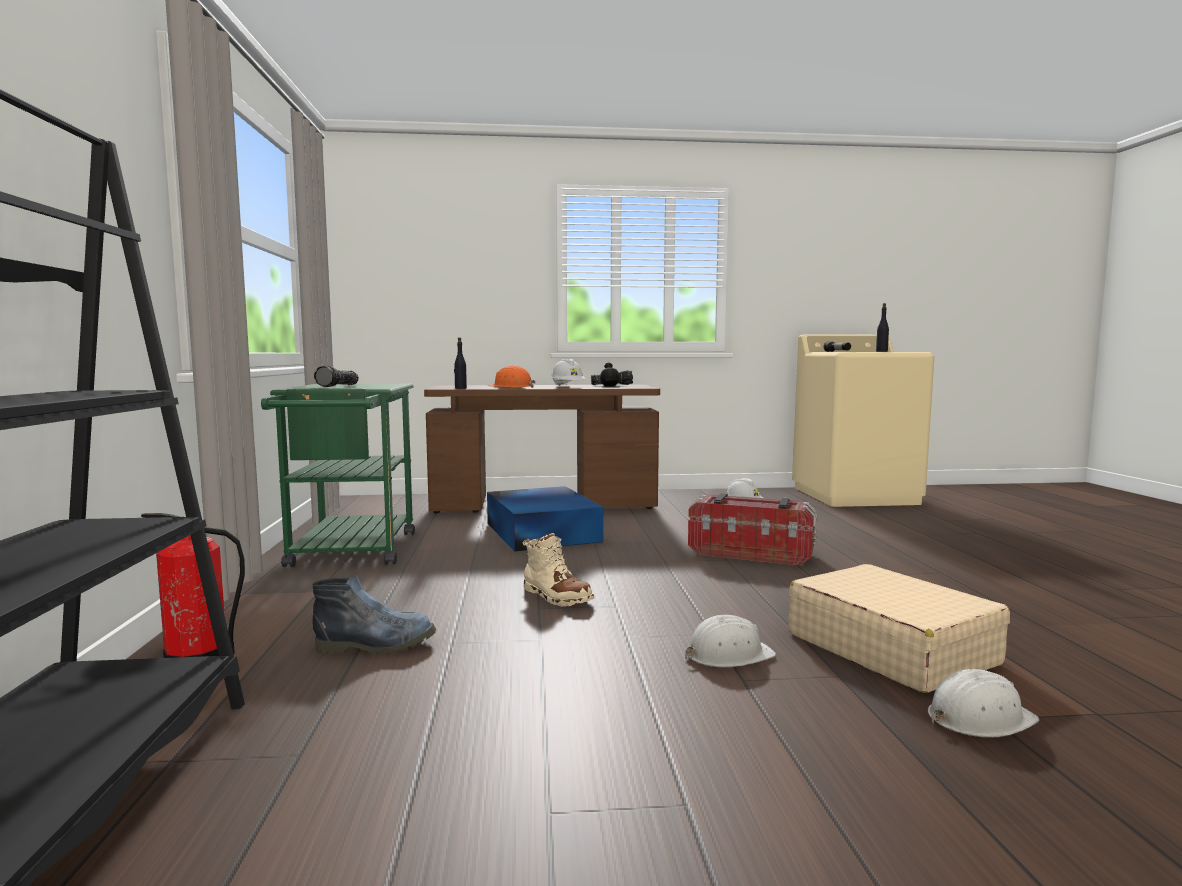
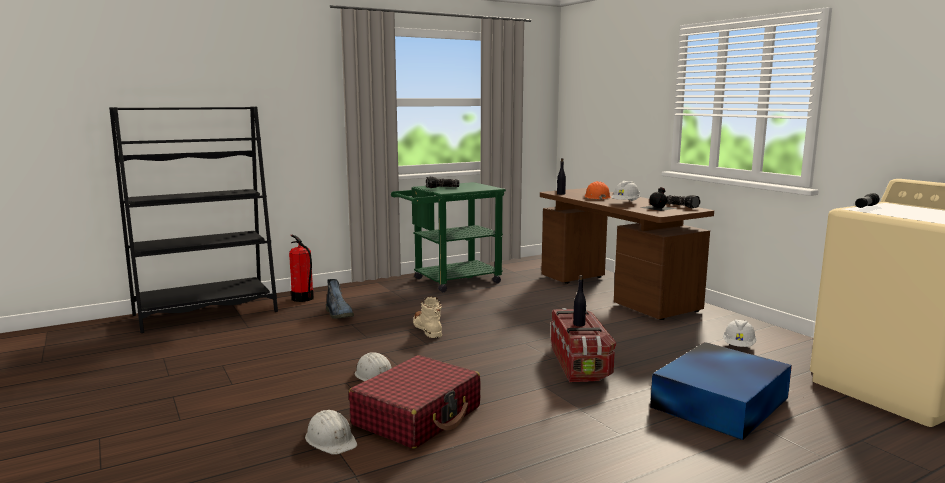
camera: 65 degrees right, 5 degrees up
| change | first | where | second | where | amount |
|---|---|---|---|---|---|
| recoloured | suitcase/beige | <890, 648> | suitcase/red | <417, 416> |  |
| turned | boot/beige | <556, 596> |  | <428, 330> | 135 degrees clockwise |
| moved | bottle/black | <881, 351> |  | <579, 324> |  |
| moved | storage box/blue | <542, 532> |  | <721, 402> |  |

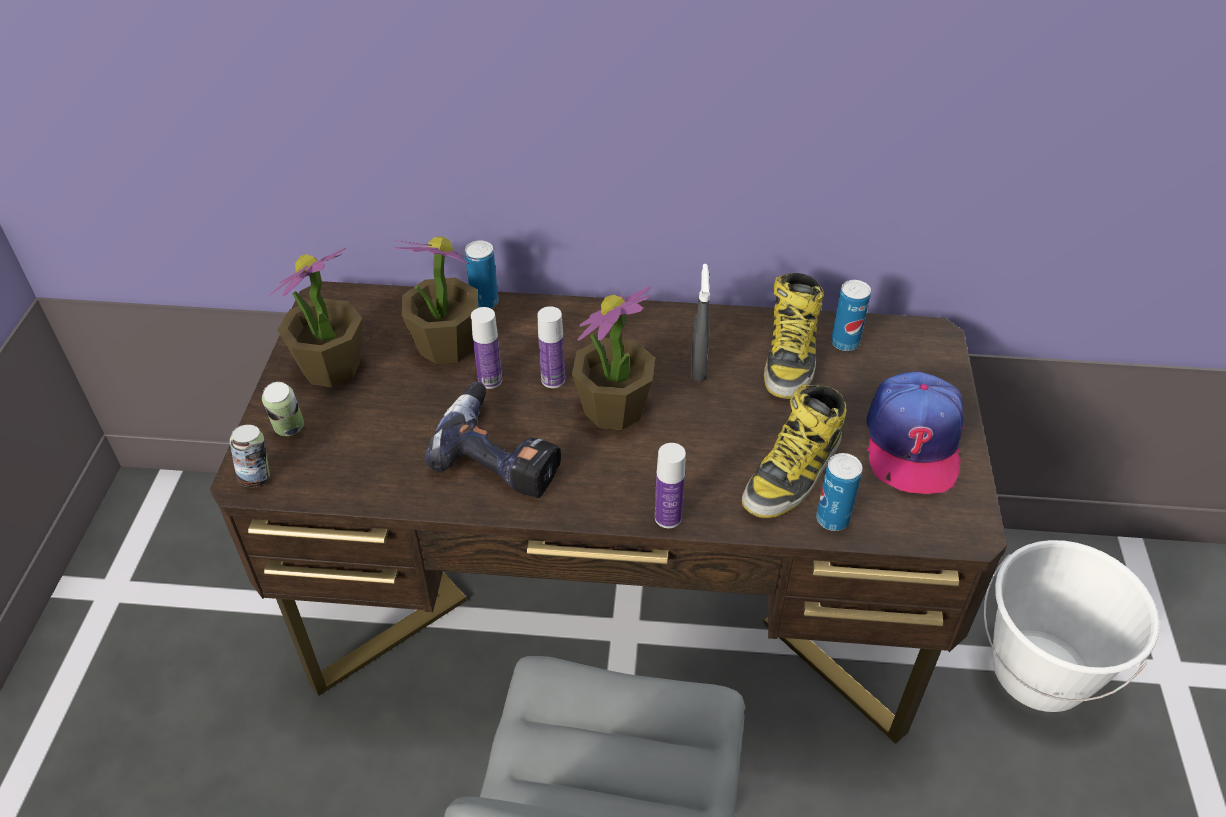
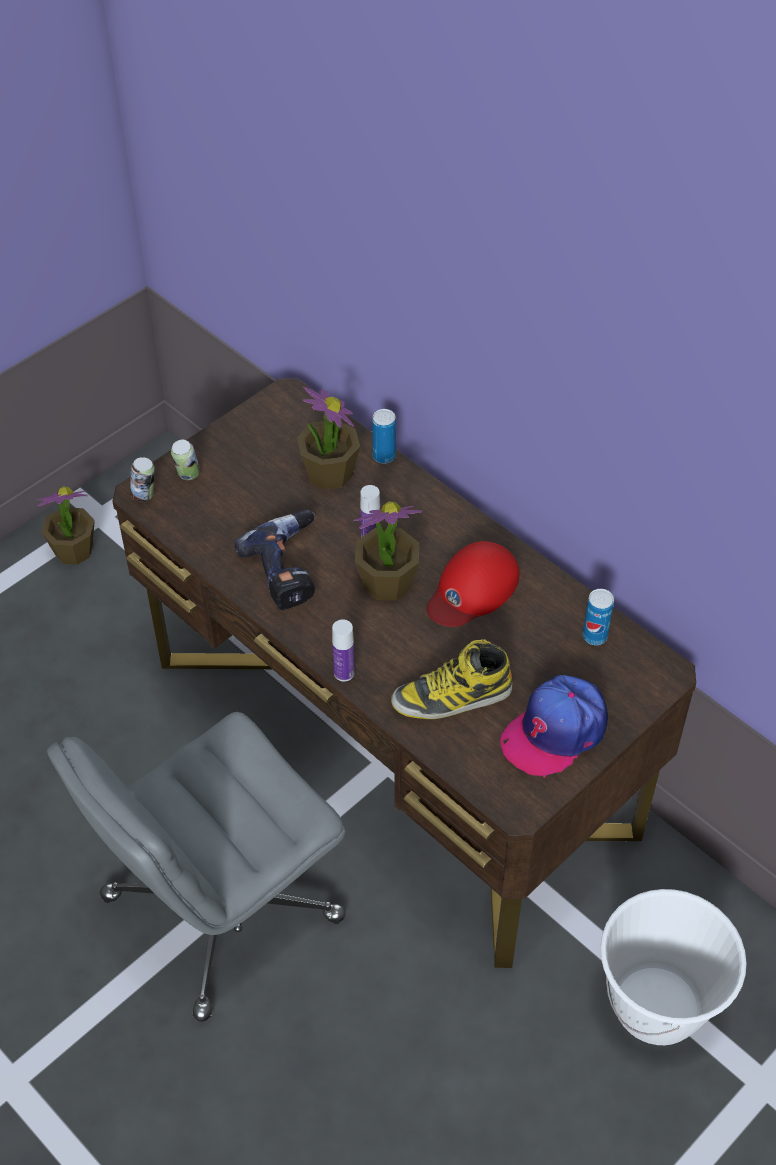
camera: 40 degrees right, 5 degrees up
| change | first | where | second | where | amount |
|---|---|---|---|---|---|
| moved | potted plant | <330, 367> |  | <73, 551> |  |
| replaced | spray bottle/grey | <698, 367> | cap/red | <472, 589> |  |
| removed | bottle | <490, 380> |  |  |  |
| removed | boot | <790, 355> |  |  |  |
| removed | can | <832, 519> |  |  |  |

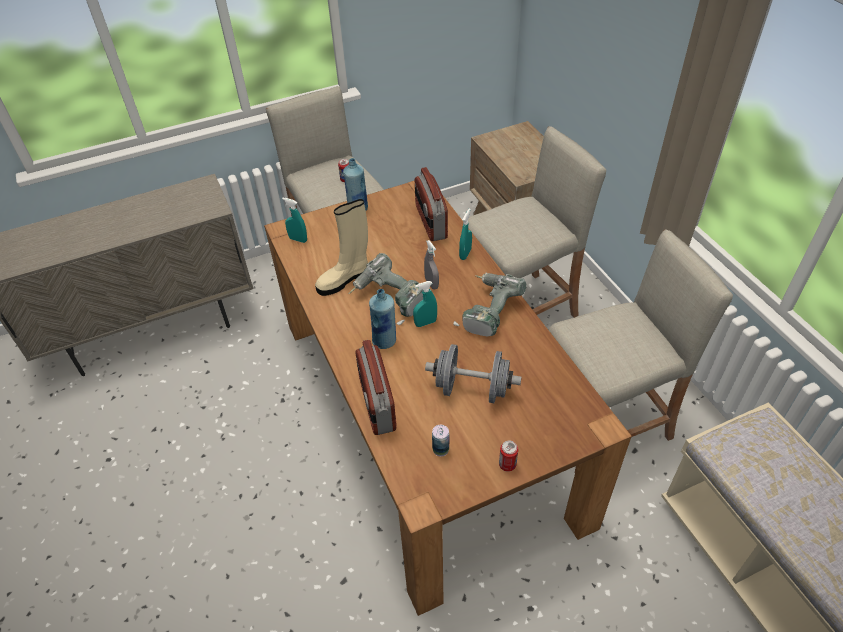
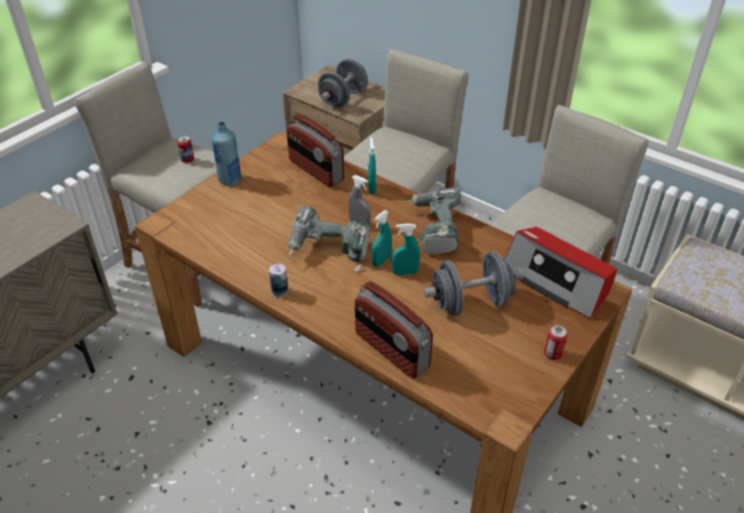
camera: 30 degrees left, 5 degrees down
| change | first | where | second | where | amount |
|---|---|---|---|---|---|
| moved | can | <440, 449> |  | <280, 292> |  |
| added |  |  | dumbbell/grey | <343, 99> |  |
| moved | spray bottle/turquoise | <298, 239> |  | <405, 272> |  |
| added |  |  | radio | <557, 281> |  |
| removed | boot/beige | <344, 280> |  |  |  |
| removed | bottle/blue | <384, 341> |  |  |  |

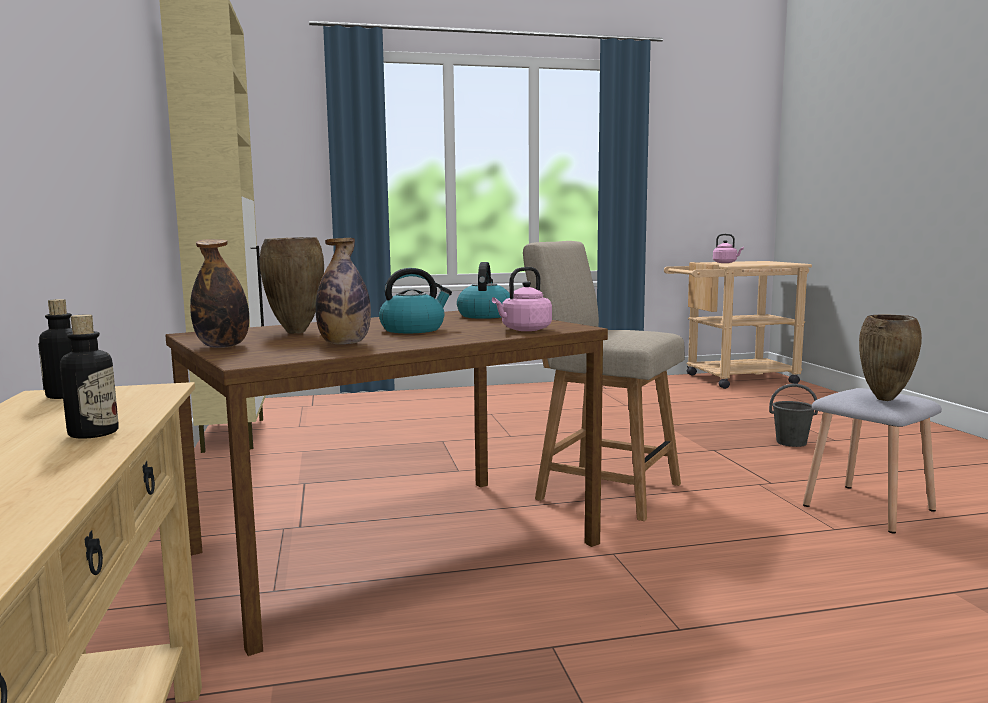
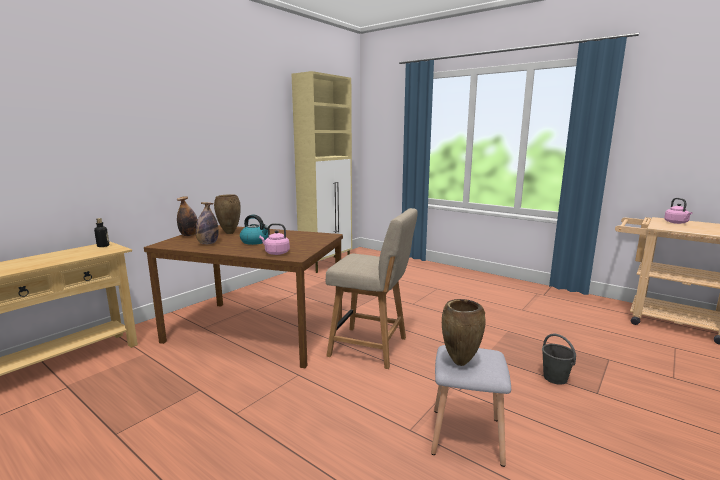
camera: 50 degrees right, 5 degrees up
| change | first | where | second | where | amount |
|---|---|---|---|---|---|
| turned | chair/beige | <602, 490> |  | <372, 347> | 120 degrees clockwise |
| removed | bottle | <93, 433> |  |  |  |
| removed | kettle | <484, 315> |  |  |  |

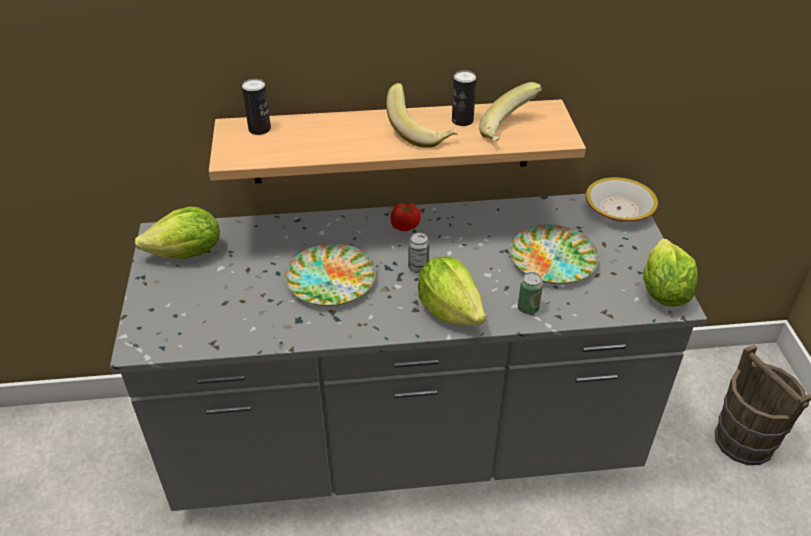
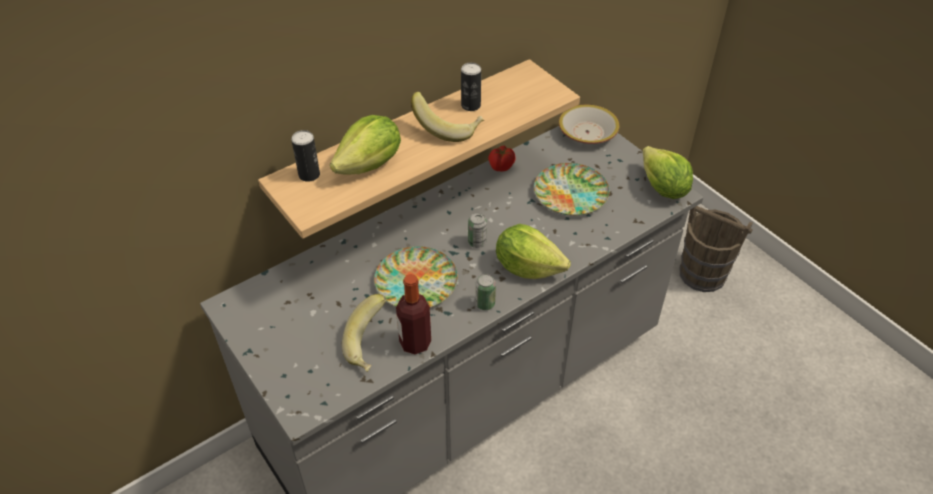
camera: 30 degrees left, 5 degrees up
| change | first | where | second | where | amount |
|---|---|---|---|---|---|
| moved | lettuce | <187, 254> |  | <370, 165> |  |
| moved | banana | <509, 131> |  | <370, 345> |  |
| added |  |  | bottle | <415, 343> |  |
| moved | can | <528, 308> |  | <485, 304> |  |
| moved | tomato | <405, 226> |  | <501, 166> |  |

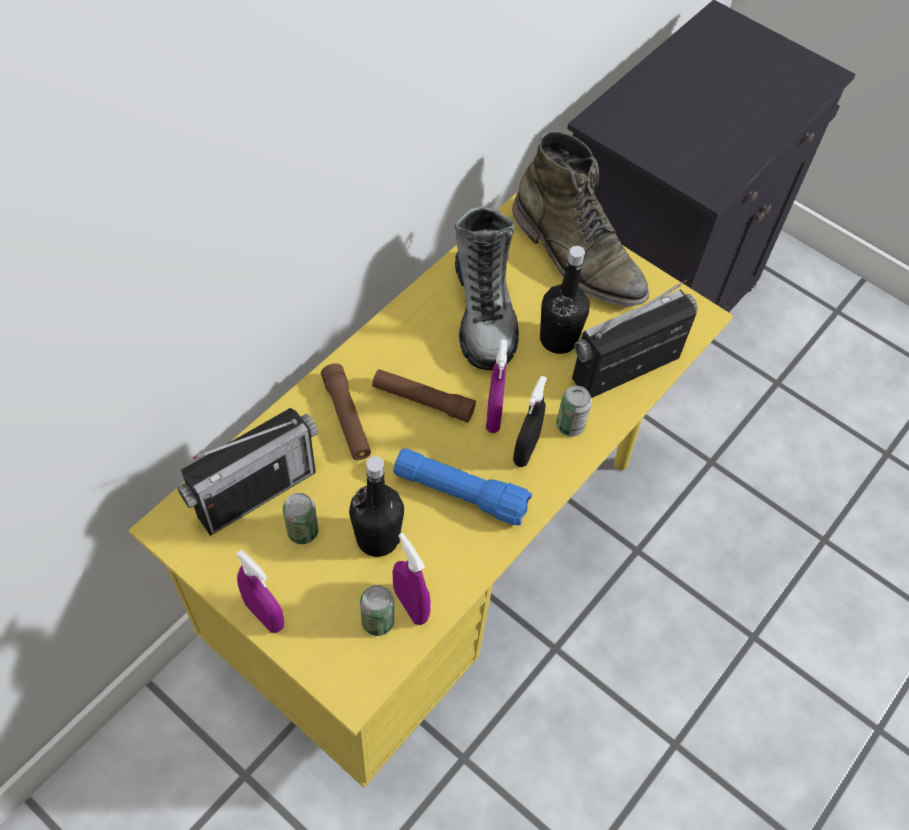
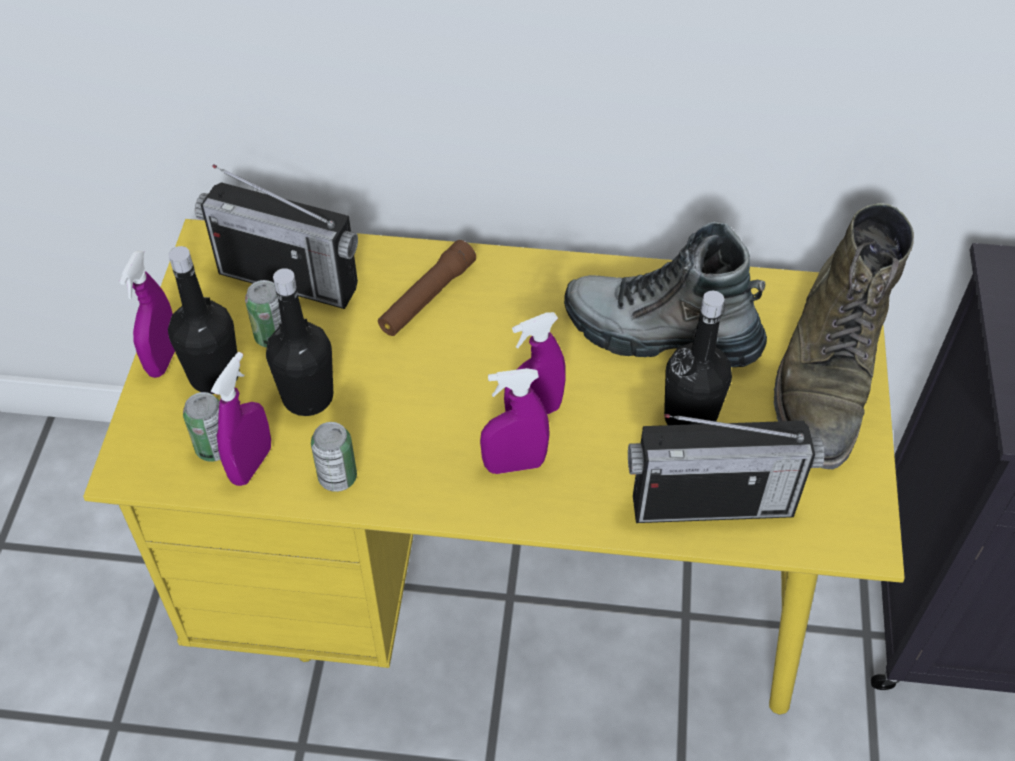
camera: 60 degrees right, 5 degrees down
| change | first | where | second | where | amount |
|---|---|---|---|---|---|
| added |  |  | bottle/black | <214, 375> |  |
| moved | can | <570, 426> |  | <337, 477> |  |
| recoloured | spray bottle/black | <525, 450> | spray bottle/purple | <514, 465> |  |
| turned | boot | <483, 313> |  | <660, 334> | 60 degrees clockwise |
| turned | radio | <626, 368> |  | <712, 503> | 150 degrees clockwise |
| removed | flashlight/brown | <422, 400> |  |  |  |
| removed | flashlight/blue | <460, 493> |  |  |  |

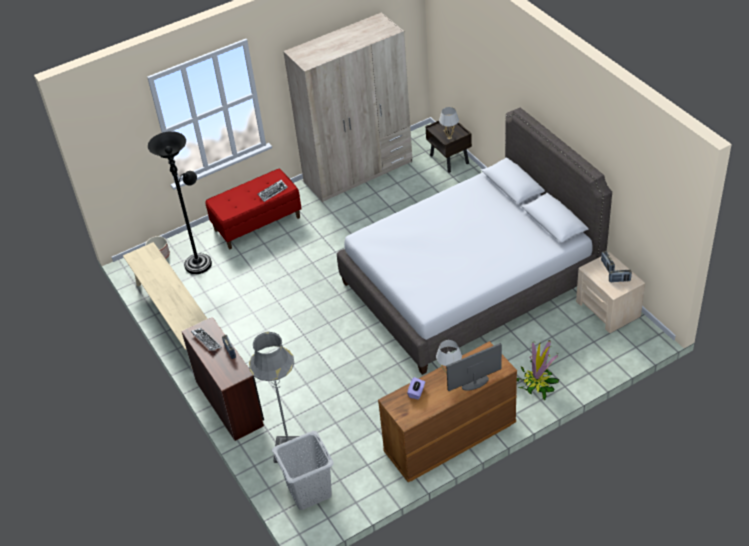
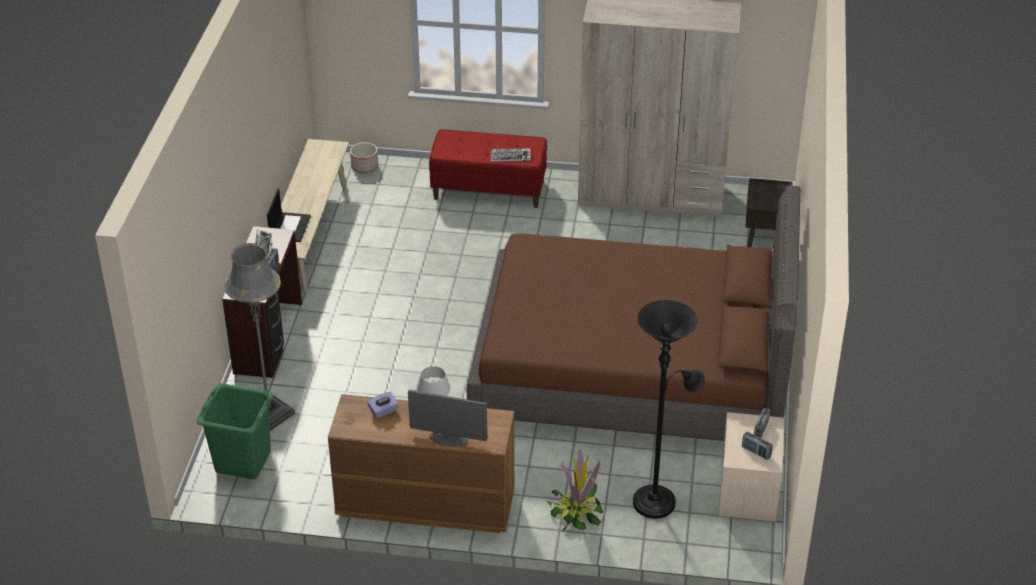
camera: 35 degrees right, 5 degrees down
| change | first | where | second | where | amount |
|---|---|---|---|---|---|
| recoloured | laundry basket/grey | <310, 491> | laundry basket/green | <243, 461> |  |
| added |  |  | laptop | <289, 227> |  |
| recoloured | bed/grey | <470, 282> | bed/brown | <631, 372> |  |
| moved | floor lamp/black | <199, 262> |  | <658, 500> |  |
| removed | table lamp/white | <449, 138> |  |  |  |

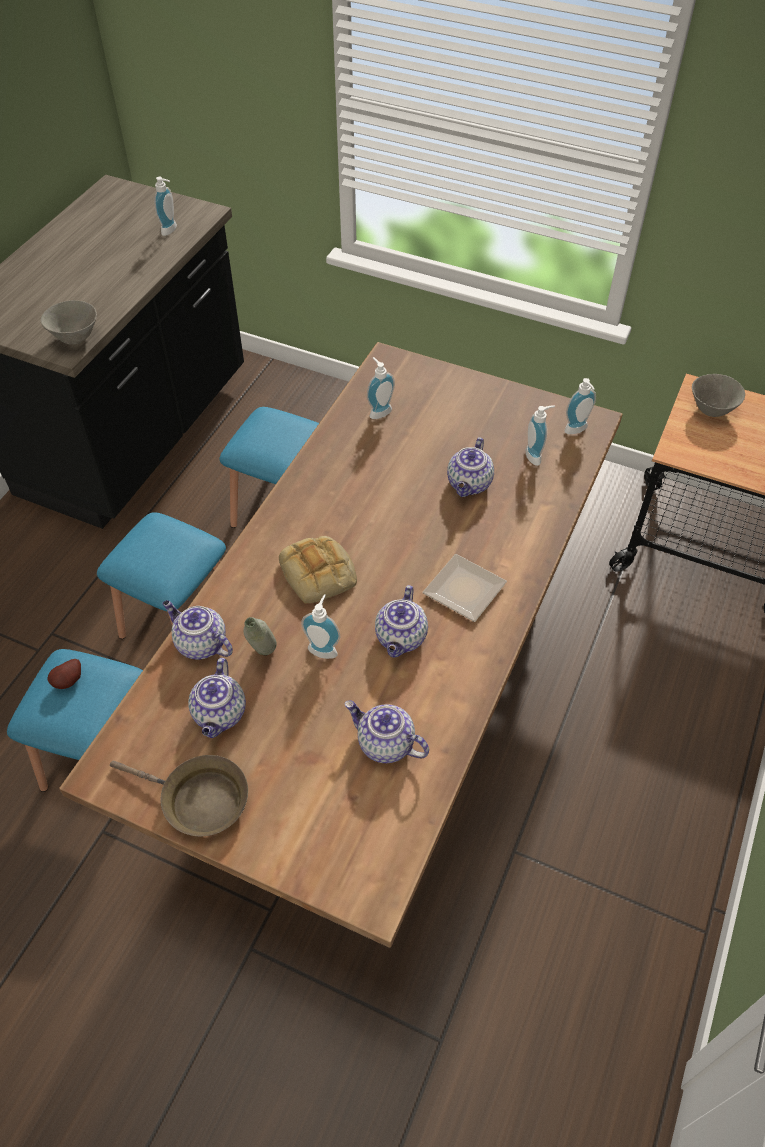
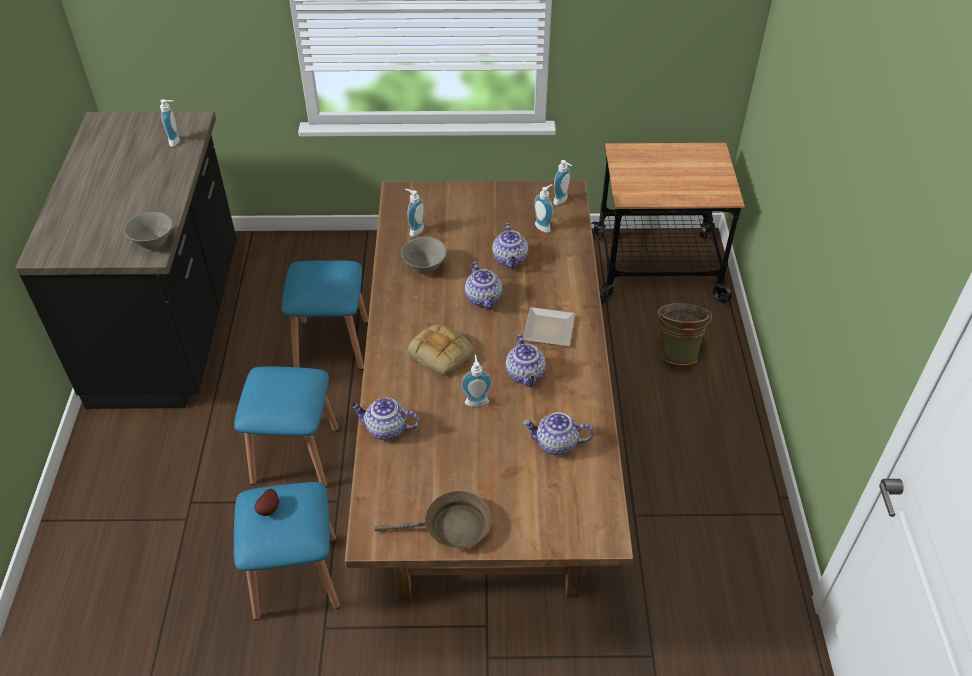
camera: 25 degrees left, 5 degrees down
| change | first | where | second | where | amount |
|---|---|---|---|---|---|
| moved | bowl/grey | <711, 411> |  | <425, 269> |  |
| moved | teapot | <220, 715> |  | <484, 299> |  |
| added |  |  | bucket/green | <677, 351> |  |
| removed | bottle/grey | <263, 657> |  |  |  |

